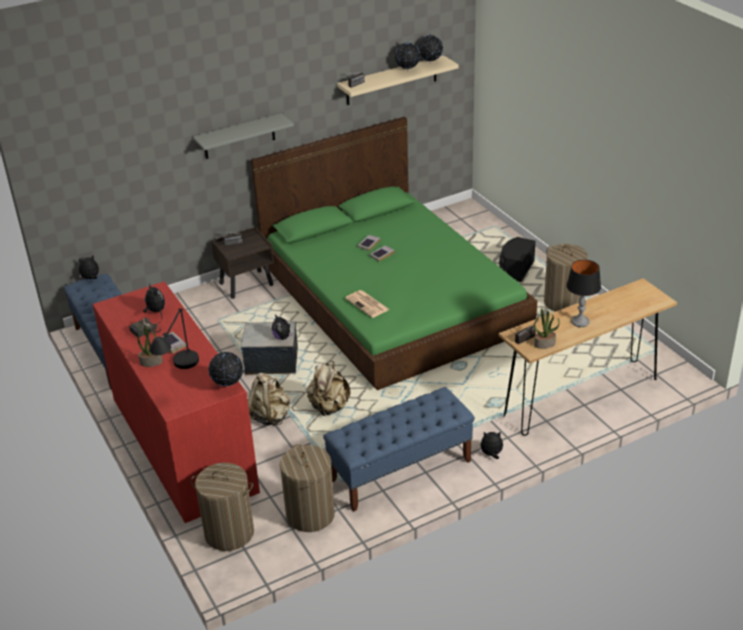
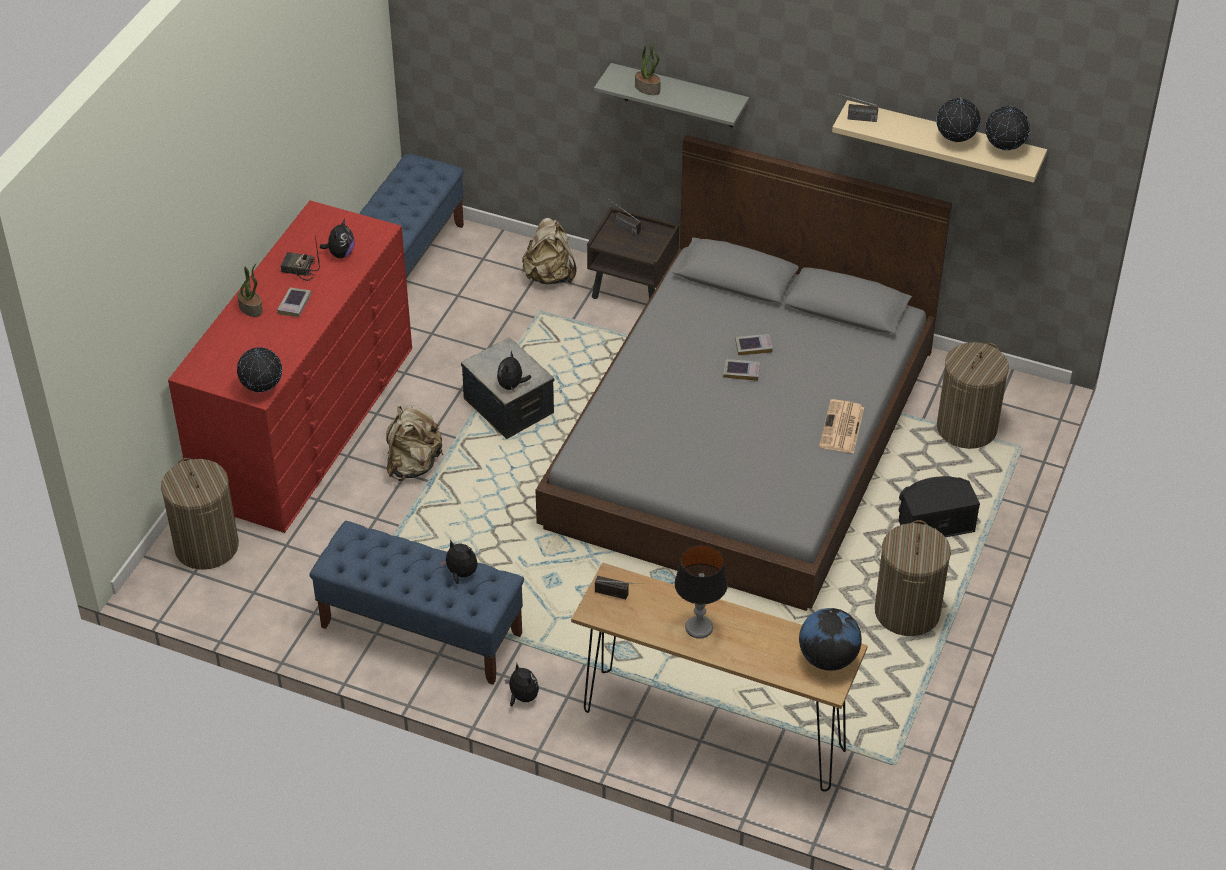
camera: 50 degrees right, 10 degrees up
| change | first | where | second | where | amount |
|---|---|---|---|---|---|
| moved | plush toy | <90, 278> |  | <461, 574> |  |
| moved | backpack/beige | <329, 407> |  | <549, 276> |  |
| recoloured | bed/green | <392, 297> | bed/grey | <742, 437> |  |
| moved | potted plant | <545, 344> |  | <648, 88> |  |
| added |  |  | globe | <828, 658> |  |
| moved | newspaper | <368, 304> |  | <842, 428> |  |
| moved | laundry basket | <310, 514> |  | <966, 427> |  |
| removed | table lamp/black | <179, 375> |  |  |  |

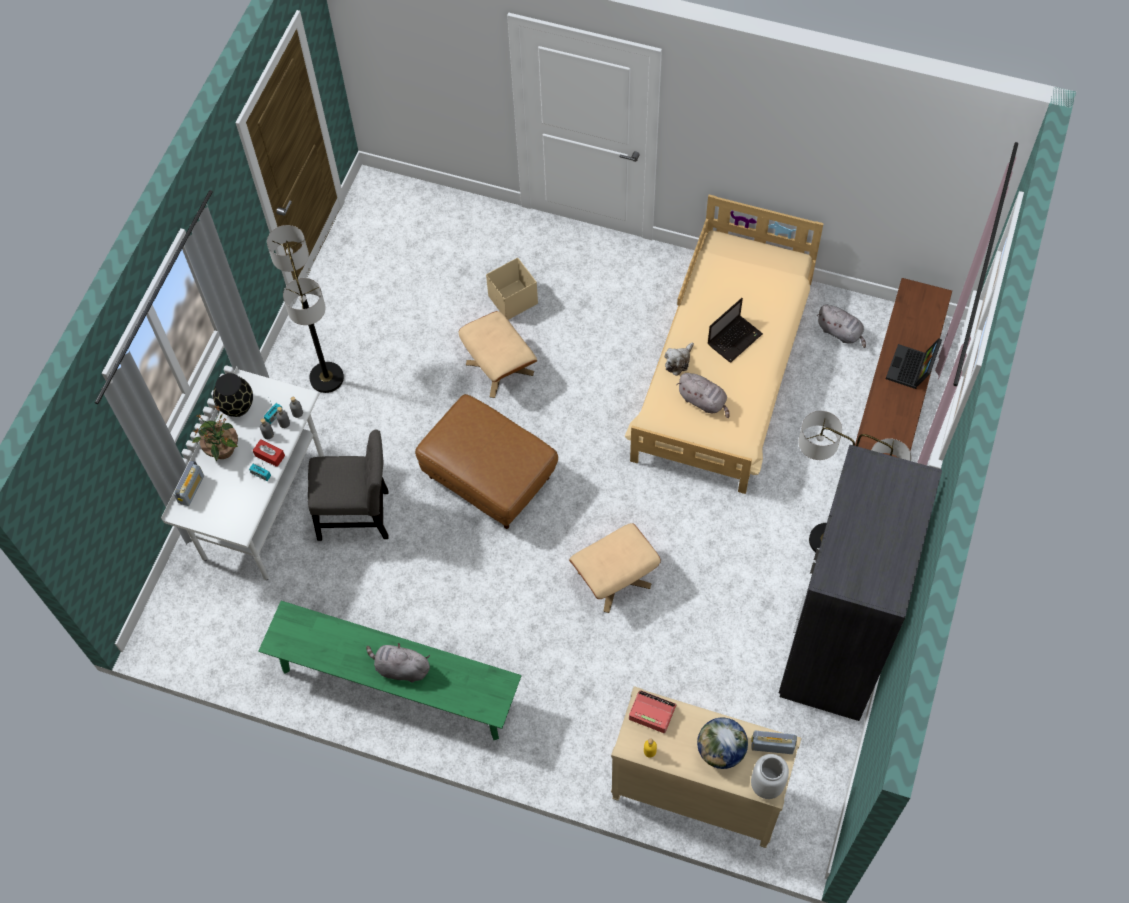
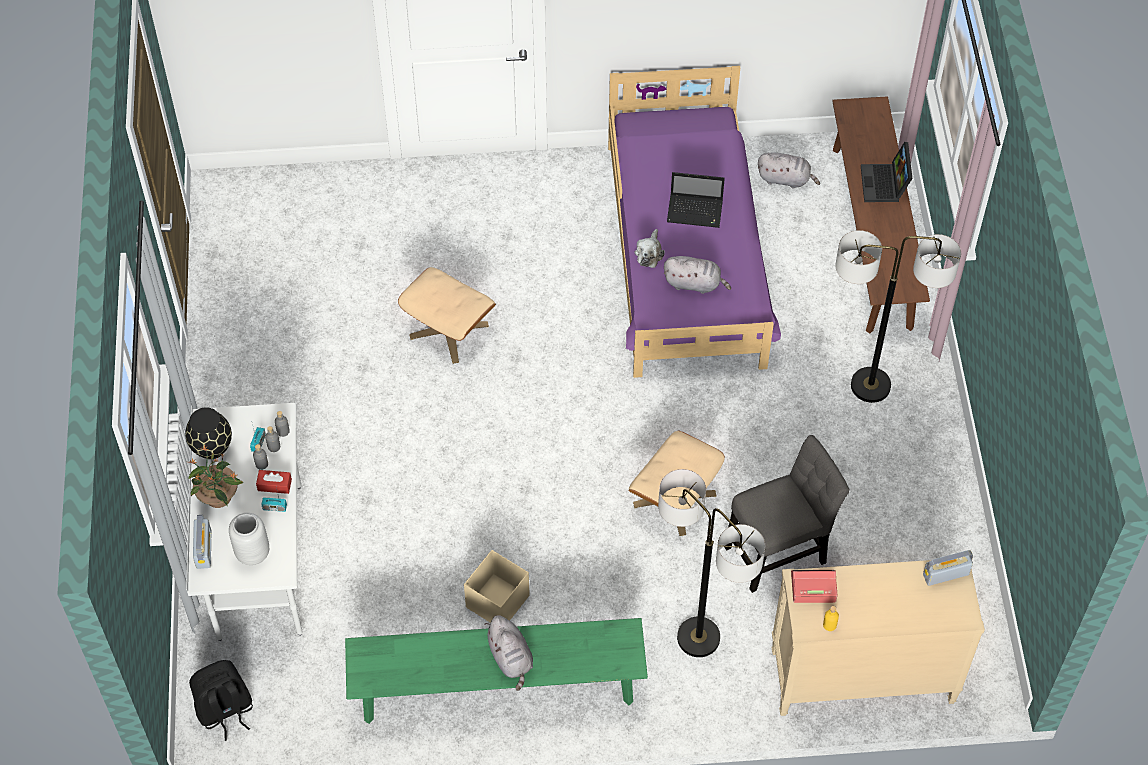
camera: 25 degrees left, 5 degrees down
| change | first | where | second | where | amount |
|---|---|---|---|---|---|
| added |  |  | backpack/black | <225, 711> |  |
| moved | vase/grey | <767, 785> |  | <253, 553> |  |
| moved | storage box/beige | <512, 300> |  | <496, 602> |  |
| turned | plush toy/grey | <400, 668> |  | <511, 658> | 105 degrees counterclockwise |
| recoloured | bed/beige | <724, 371> | bed/purple | <686, 255> |  |
| moved | floor lamp | <327, 378> |  | <698, 637> |  |
| turned | laptop | <735, 338> |  | <696, 211> | 75 degrees clockwise |
| moved | chair/grey | <358, 516> |  | <779, 551> |  |
| removed | ottoman/brown | <488, 477> |  |  |  |
| removed | globe | <721, 751> |  |  |  |
| removed | wardrobe/grey | <834, 642> |  |  |  |

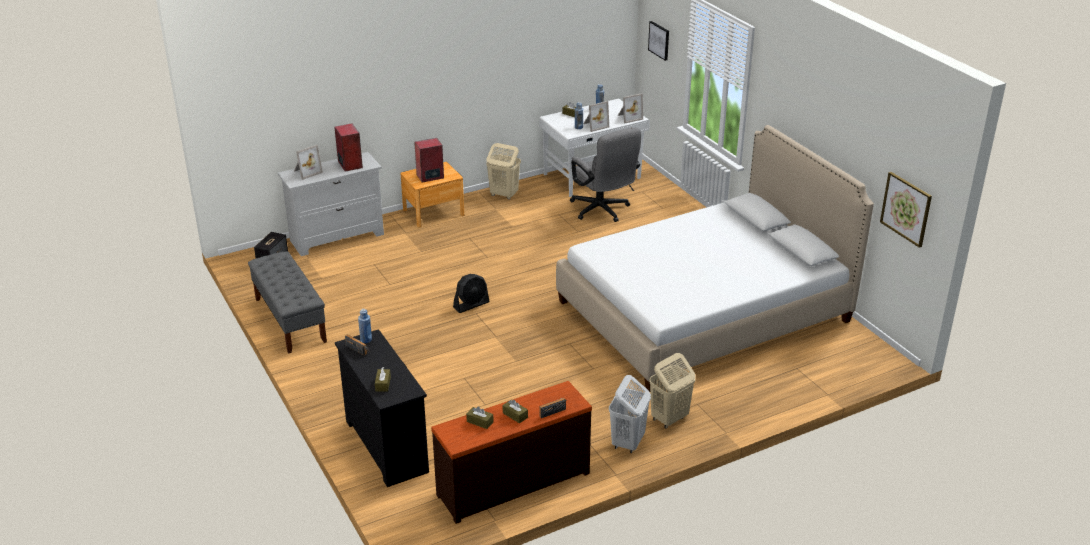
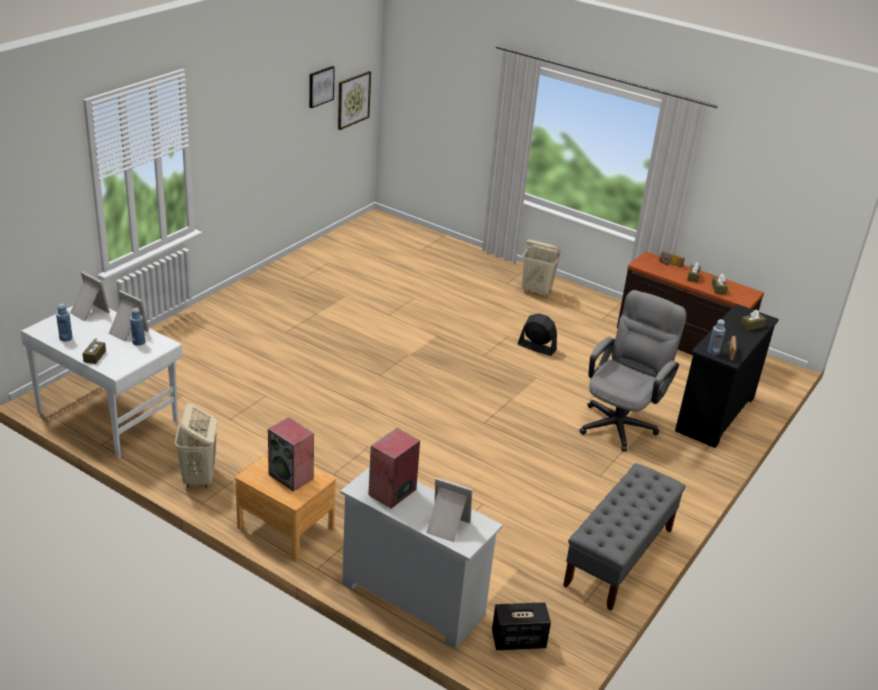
camera: 120 degrees left, 0 degrees up
| change | first | where | second | where | amount |
|---|---|---|---|---|---|
| moved | picture | <659, 40> |  | <320, 86> |  |
| moved | fan/black | <471, 305> |  | <536, 347> |  |
| moved | office chair/grey | <602, 211> |  | <621, 422> |  |
| removed | bed | <703, 311> |  |  |  |
| removed | laundry basket/white | <627, 442> |  |  |  |

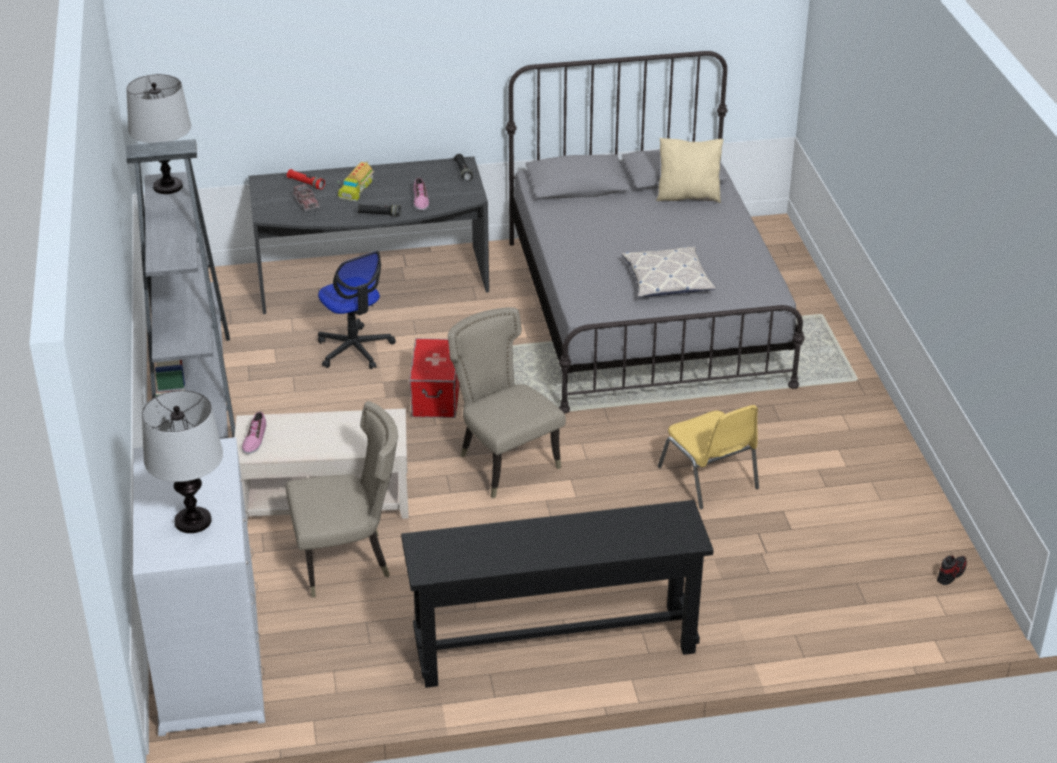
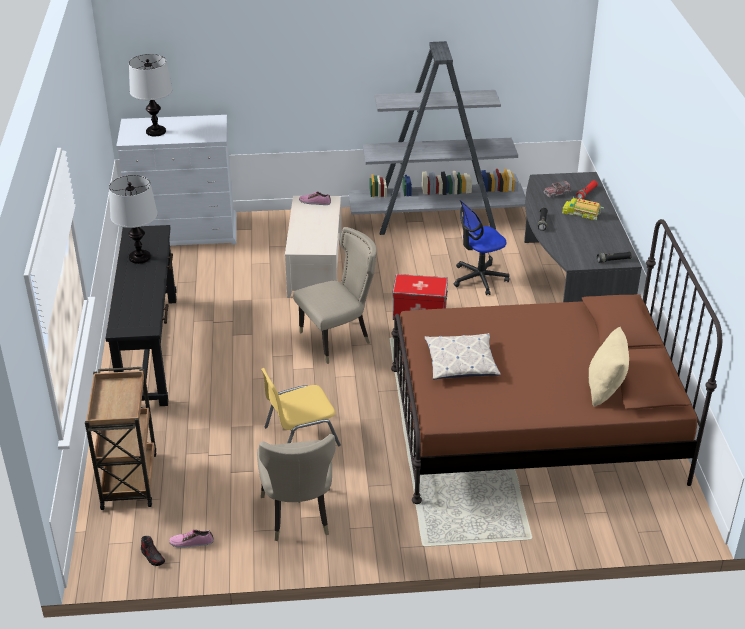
camera: 95 degrees right, 0 degrees up
| change | first | where | second | where | amount |
|---|---|---|---|---|---|
| added |  |  | cart/brown | <129, 479> |  |
| moved | table lamp | <168, 186> |  | <140, 257> |  |
| moved | shoe | <420, 200> |  | <191, 542> |  |
| moved | chair/beige | <348, 561> |  | <298, 516> |  |
| recoloured | bed/grey | <644, 311> | bed/brown | <534, 424> |  |

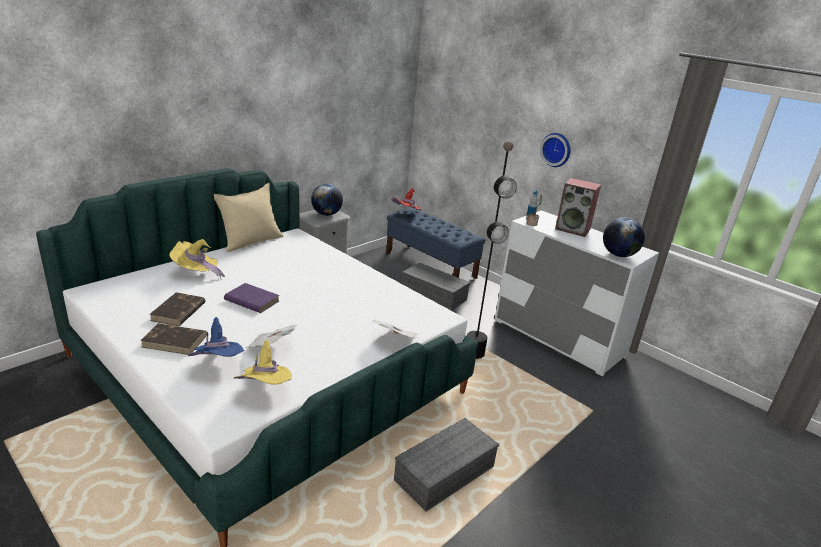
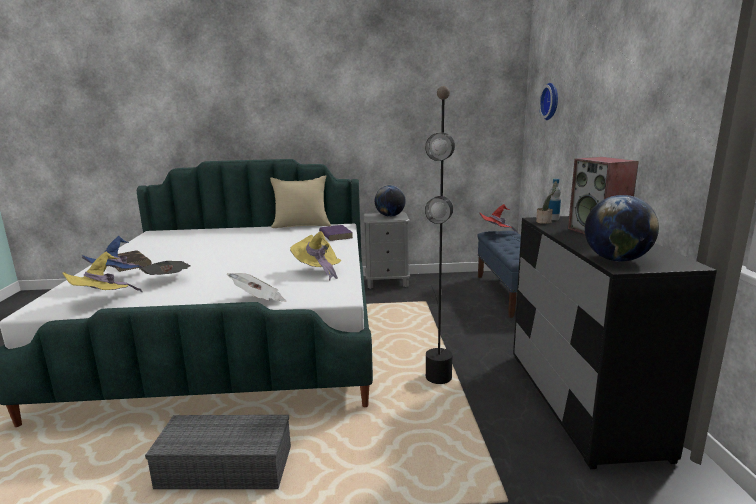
camera: 45 degrees right, 10 degrees down
| change | first | where | second | where | amount |
|---|---|---|---|---|---|
| moved | hat/yellow | <197, 273> |  | <317, 271> |  |
| moved | book/purple | <251, 300> |  | <335, 235> |  |
| recoloured | dresser/white | <558, 338> | dresser/black | <581, 401> |  |
| moved | wall clock | <556, 149> |  | <551, 101> |  |
| removed | book/brown | <178, 312> |  |  |  |
| removed | storage box/grey | <435, 294> |  |  |  |

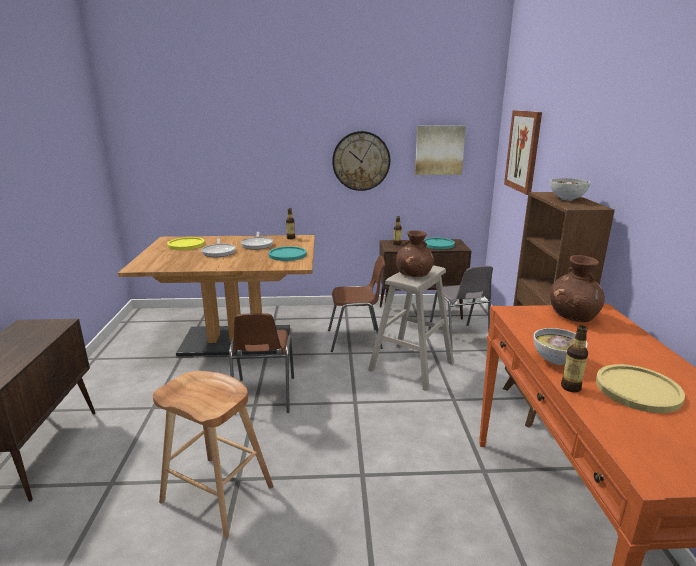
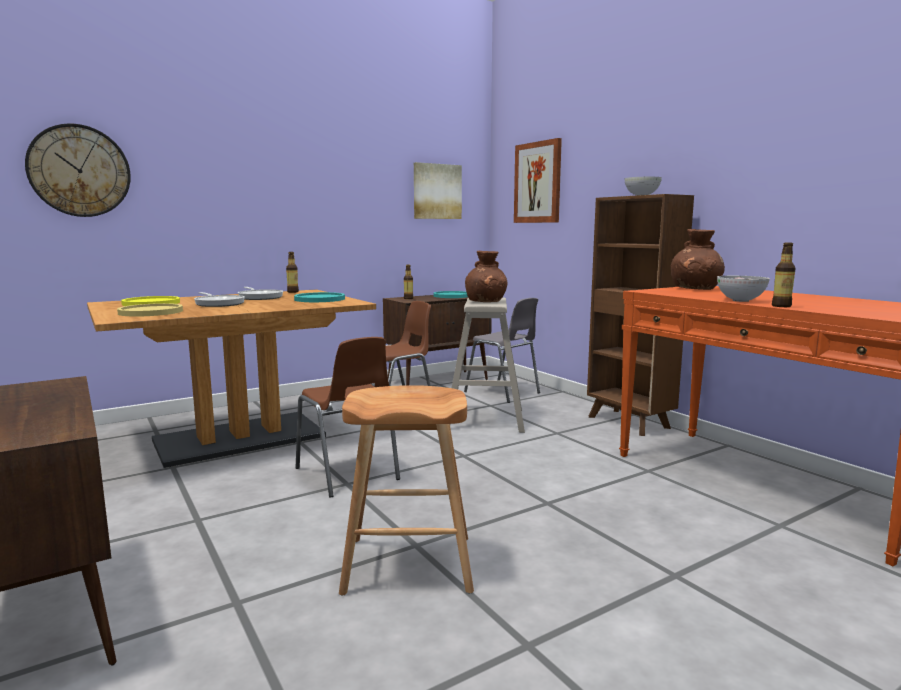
camera: 30 degrees left, 10 degrees down
| change | first | where | second | where | amount |
|---|---|---|---|---|---|
| moved | wall clock | <361, 161> |  | <79, 171> |  |
| moved | plate/yellow | <637, 389> |  | <151, 312> |  |

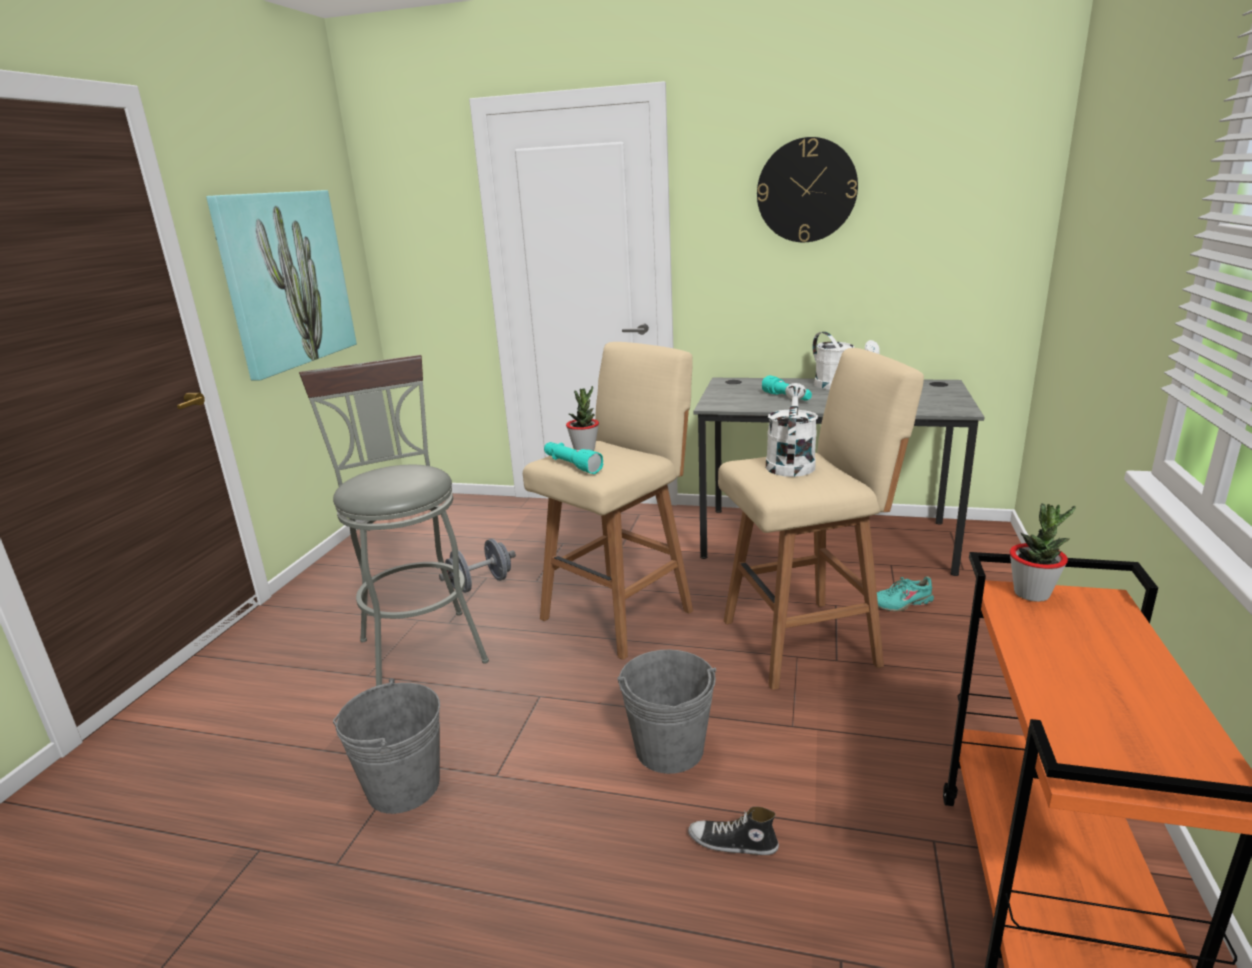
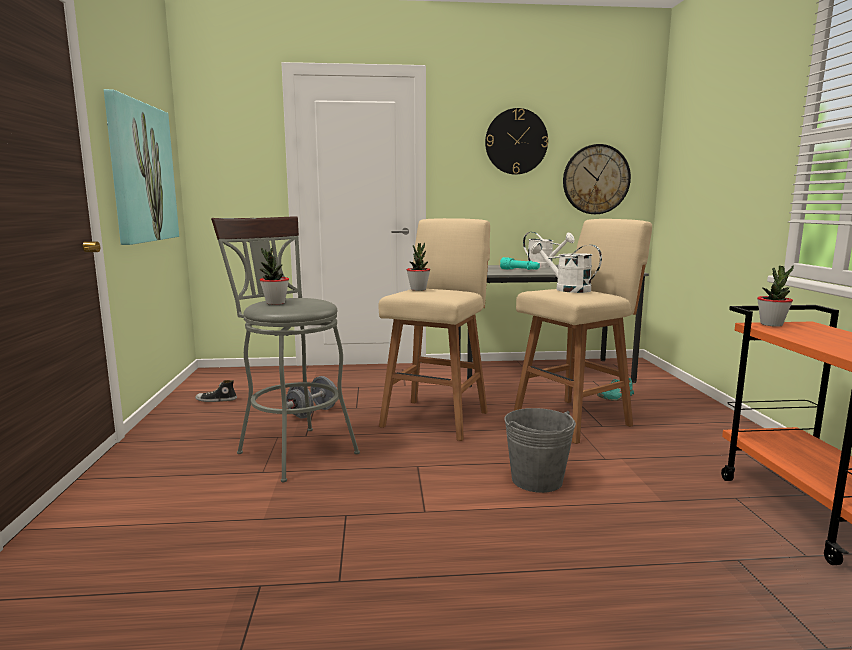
camera: 20 degrees left, 10 degrees down
| change | first | where | second | where | amount |
|---|---|---|---|---|---|
| moved | shoe | <732, 843> |  | <216, 400> |  |
| added |  |  | potted plant | <275, 303> |  |
| turned | watering can/white | <790, 463> |  | <566, 289> | 45 degrees counterclockwise |
| added |  |  | wall clock | <596, 179> |  |
| removed | bucket/grey | <403, 786> |  |  |  |
| removed | flashlight/turquoise | <571, 465> |  |  |  |

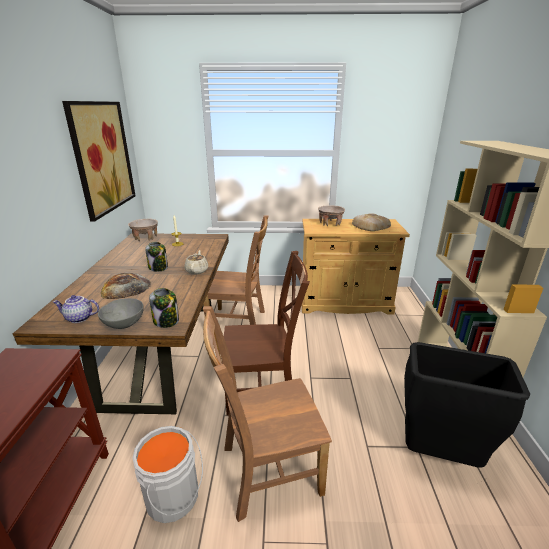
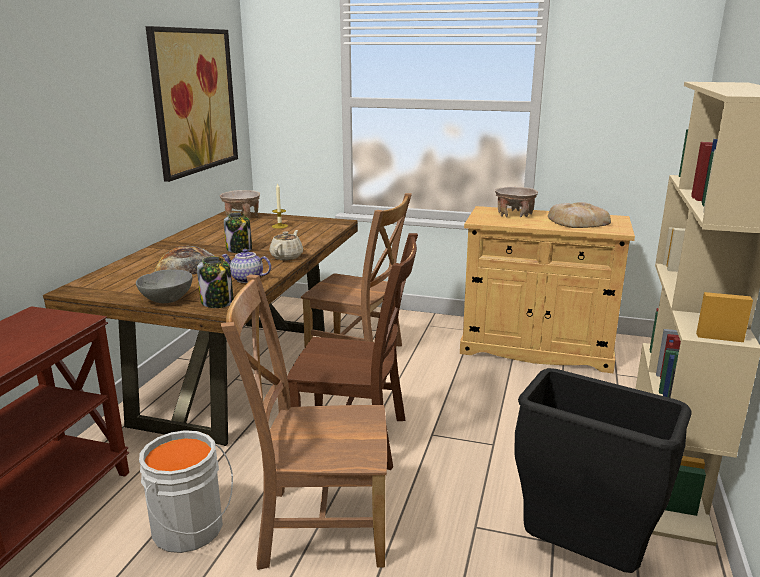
camera: 15 degrees right, 5 degrees down
| change | first | where | second | where | amount |
|---|---|---|---|---|---|
| moved | teapot | <79, 318> |  | <246, 279> |  |

